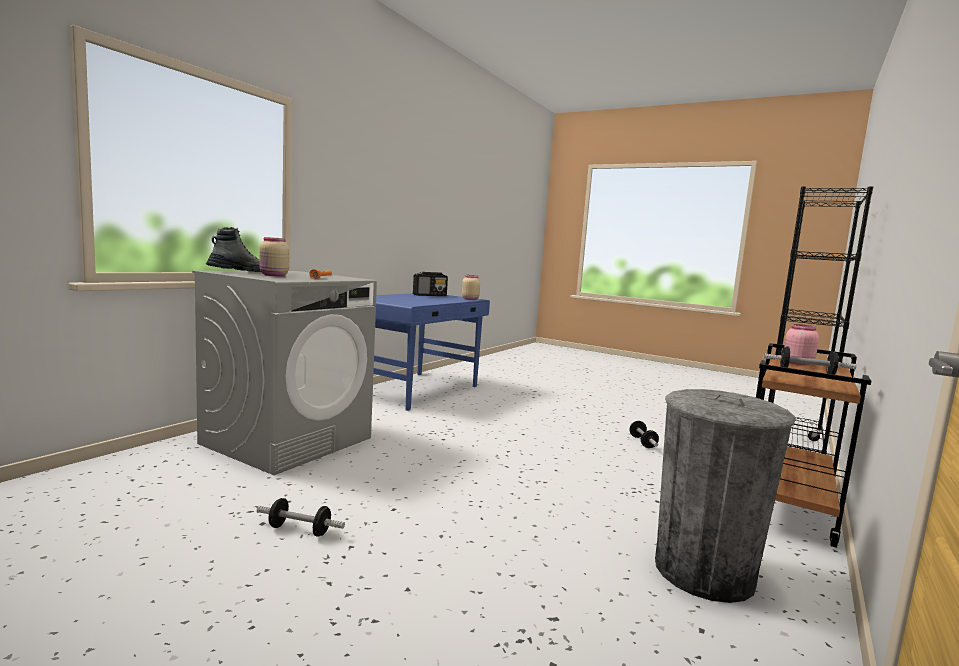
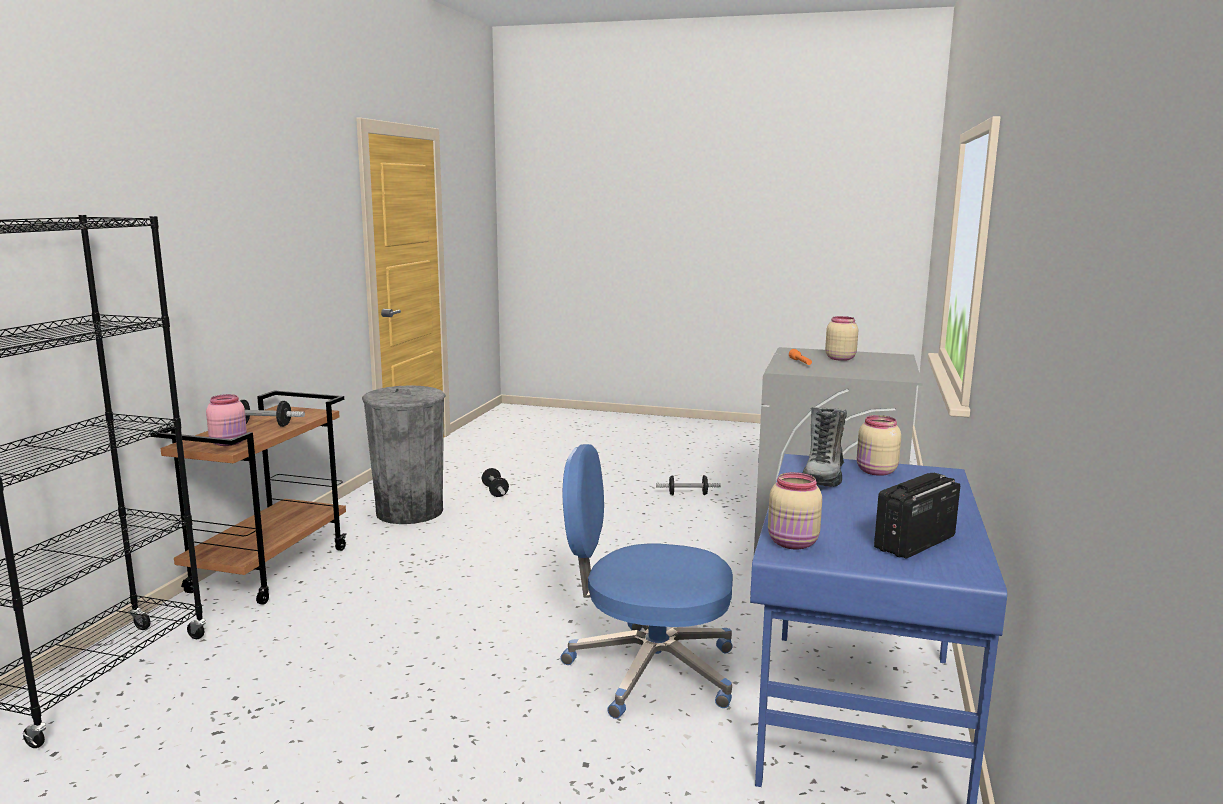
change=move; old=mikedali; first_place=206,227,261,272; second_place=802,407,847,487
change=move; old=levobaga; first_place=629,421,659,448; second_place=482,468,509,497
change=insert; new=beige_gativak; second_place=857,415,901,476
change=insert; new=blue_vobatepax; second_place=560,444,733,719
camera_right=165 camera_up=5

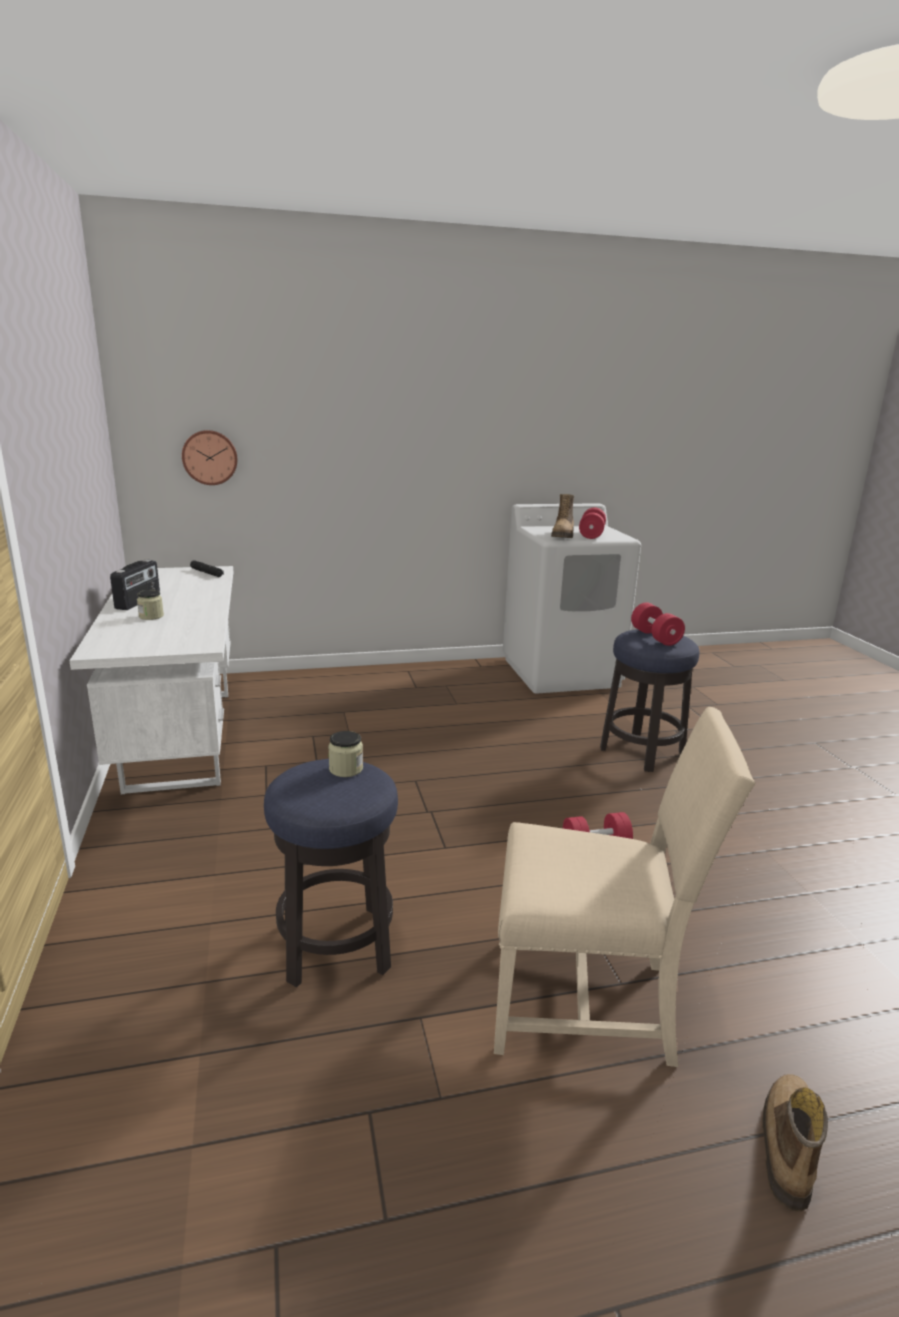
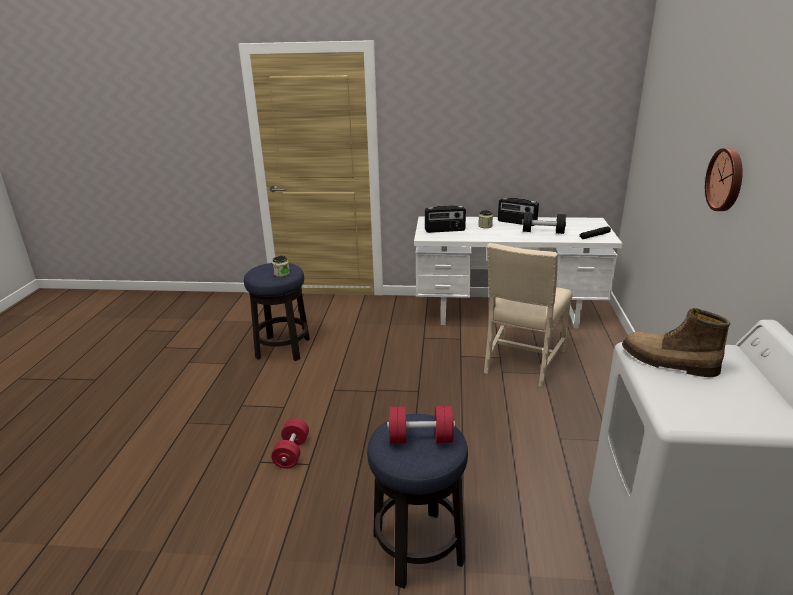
change=move; old=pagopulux; first_place=182,430,237,485; second_place=705,148,743,211
change=delete; old=red_levobaga; first_place=579,507,606,539
change=move; old=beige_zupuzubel; first_place=494,707,755,1067; second_place=484,243,572,387
change=delete; old=mikedali; first_place=762,1074,828,1212
change=insert; new=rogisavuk; second_place=425,205,466,233
change=insert; new=black_levobaga; second_place=522,212,566,234
camera_right=110 camera_up=5

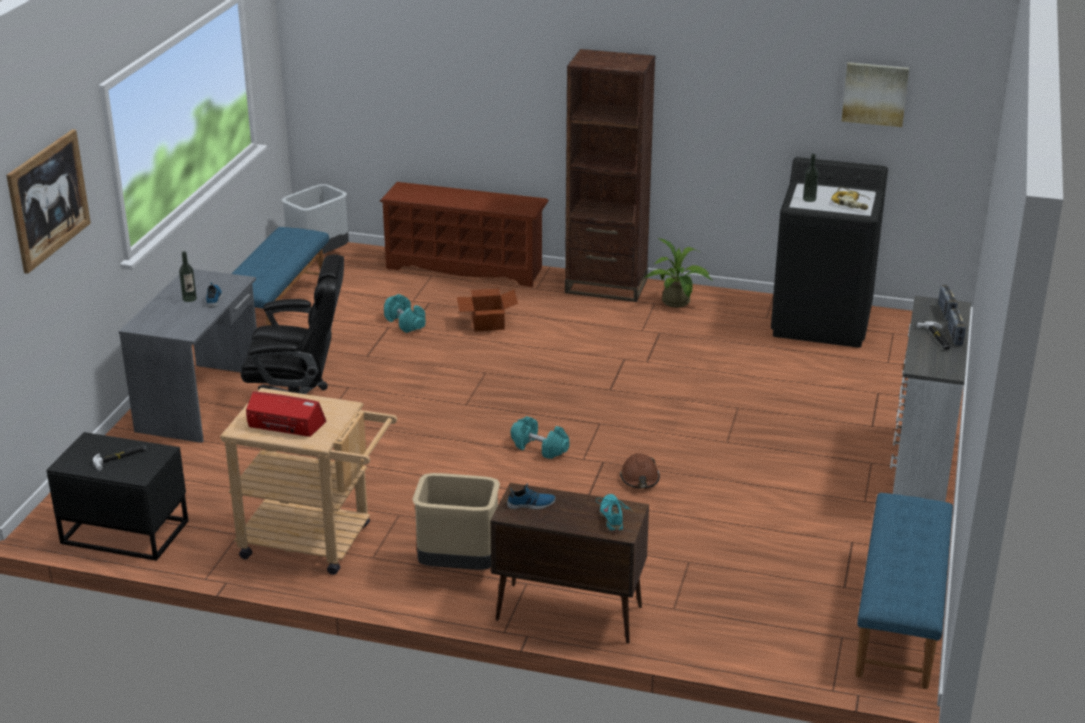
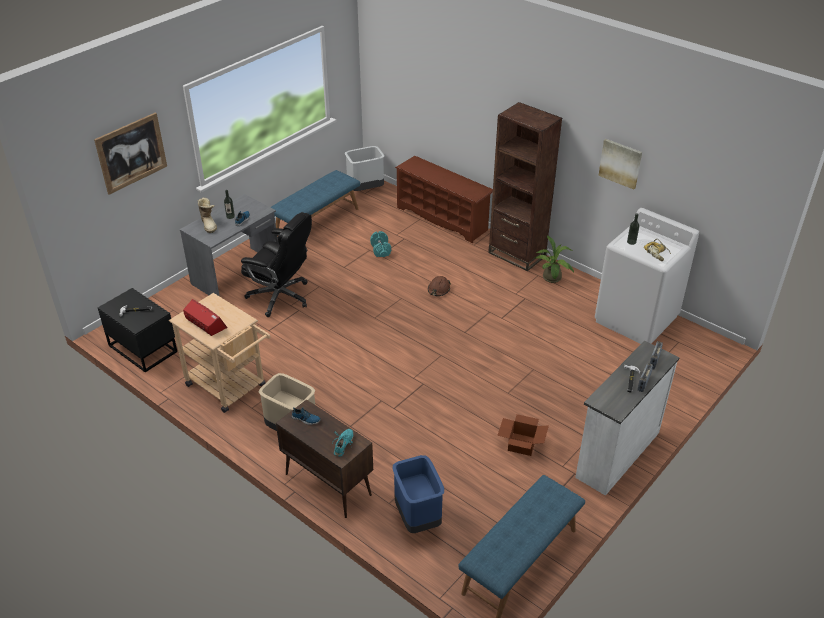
change=move; old=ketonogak; first_place=842,62,909,127; second_place=598,139,642,190
change=recolor; old=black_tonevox; new=white_tonevox; first_place=771,157,888,348; second_place=595,208,699,344
change=move; old=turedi; first_place=457,289,518,332; second_place=498,414,549,456
change=delete; old=turquoise_levobaga; first_place=511,416,570,459
change=move; old=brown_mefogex; first_place=620,453,660,488; second_place=428,276,451,296
change=insert; new=mikedali; second_place=198,198,217,233
change=insert; new=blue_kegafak; second_place=392,455,444,533
camera_right=25 camera_up=10

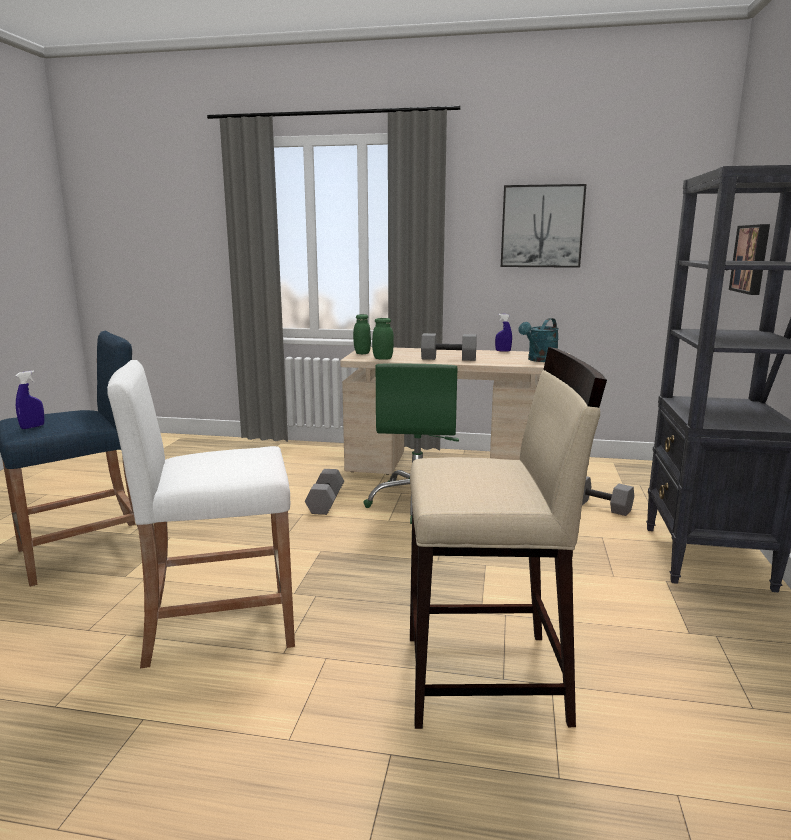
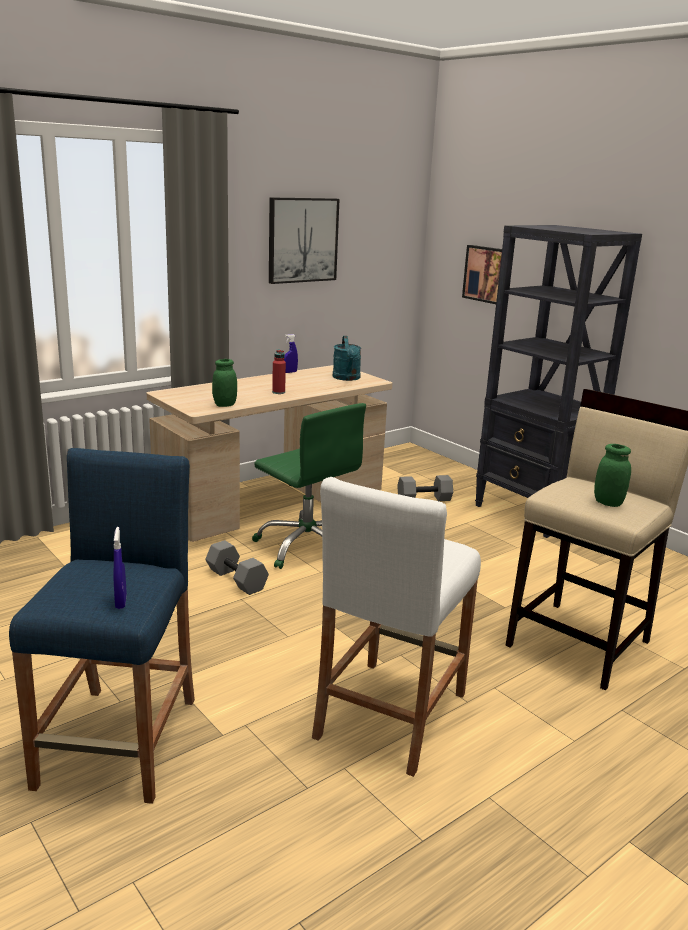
change=move; old=green_gativak; first_place=353,314,371,354; second_place=594,444,631,507
change=replace; old=grey_levobaga; new=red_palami; first_place=421,333,477,361; second_place=272,350,286,394
camera_right=-50 camera_up=5

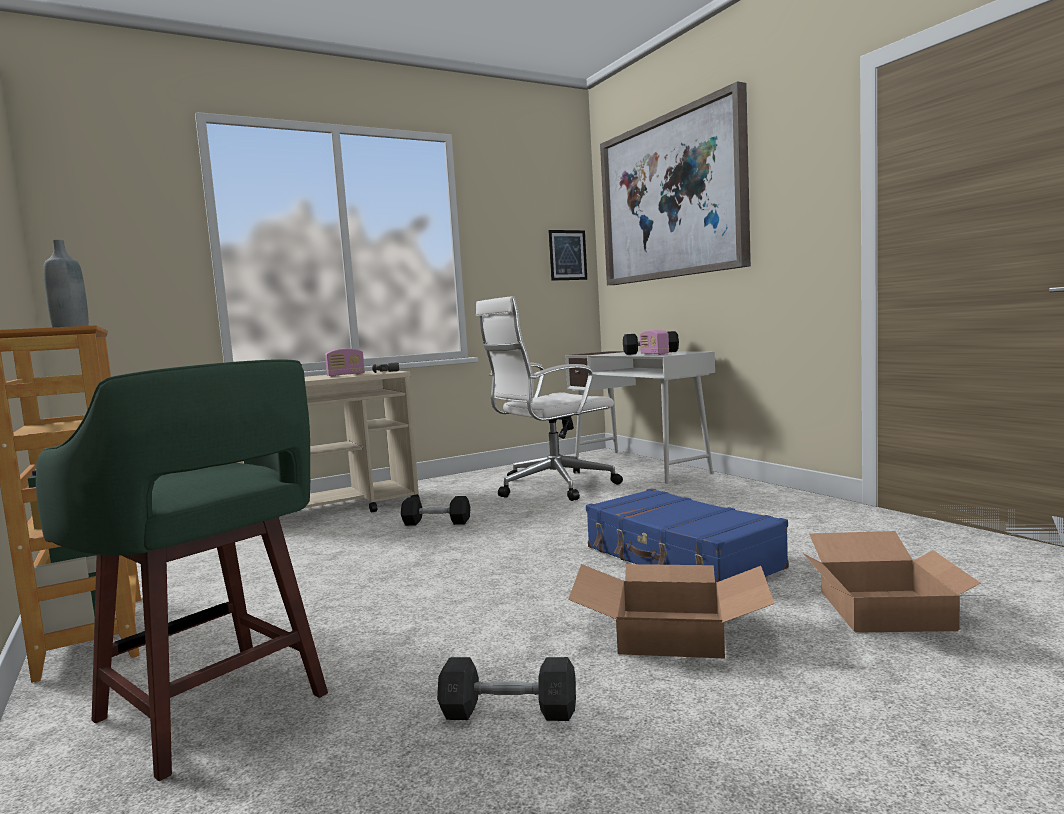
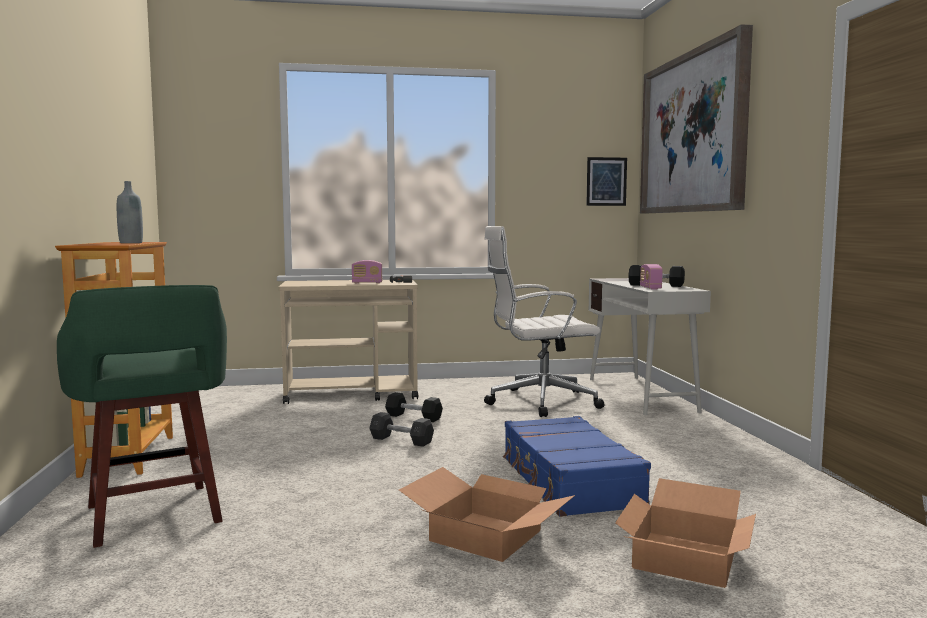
change=move; old=grey_levobaga; first_place=437,657,576,721; second_place=369,412,434,447
camera_right=20 camera_up=0

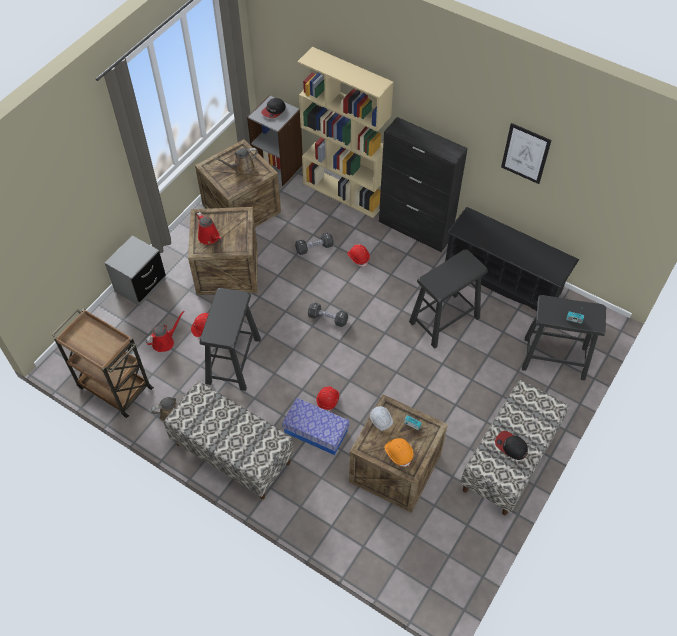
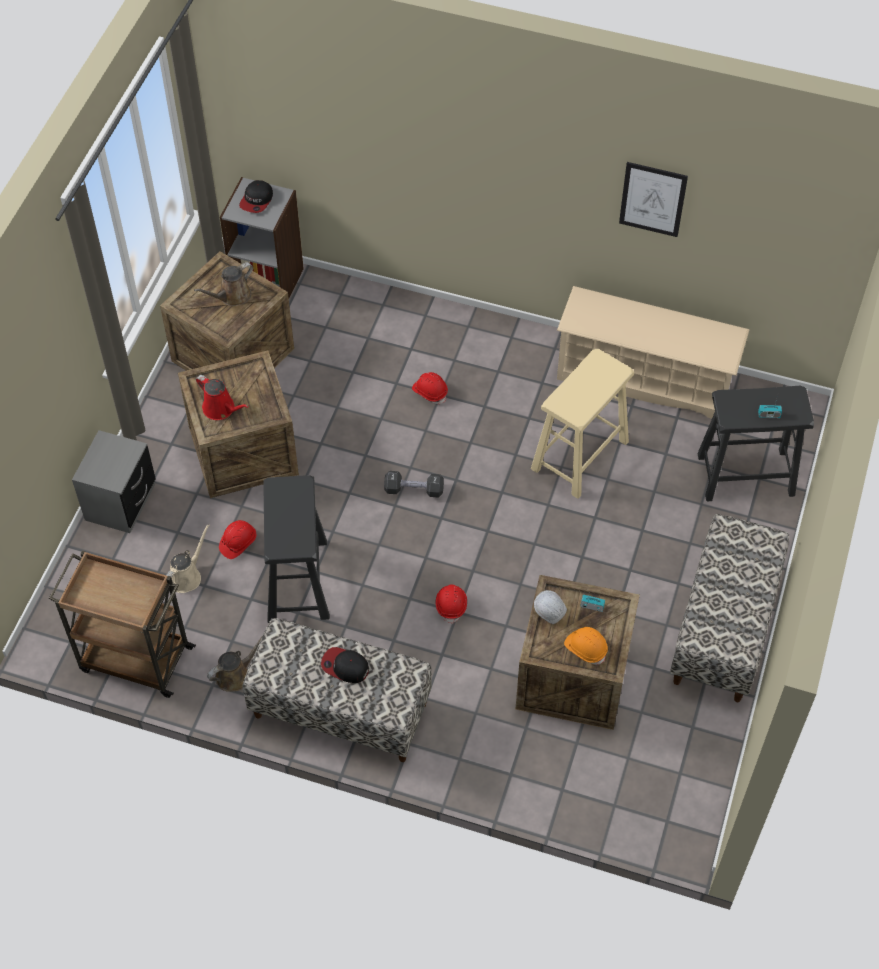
change=delete; old=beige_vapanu; first_place=297,47,394,218
change=delete; old=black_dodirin; first_place=379,117,468,252
change=recolor; old=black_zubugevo; new=beige_zubugevo; first_place=445,206,579,311; second_place=557,286,749,419
change=delete; old=black_levobaga; first_place=295,233,333,255
change=recolor; old=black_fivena; new=beige_fivena; first_place=409,250,488,349; second_place=531,349,634,499
change=recolor; old=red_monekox; new=beige_monekox; first_place=146,311,185,352; second_place=166,524,209,593
change=delete; old=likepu; first_place=282,398,349,455
change=move; old=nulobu; first_place=495,431,528,460; second_place=321,647,369,683
camera_right=-15 camera_up=0

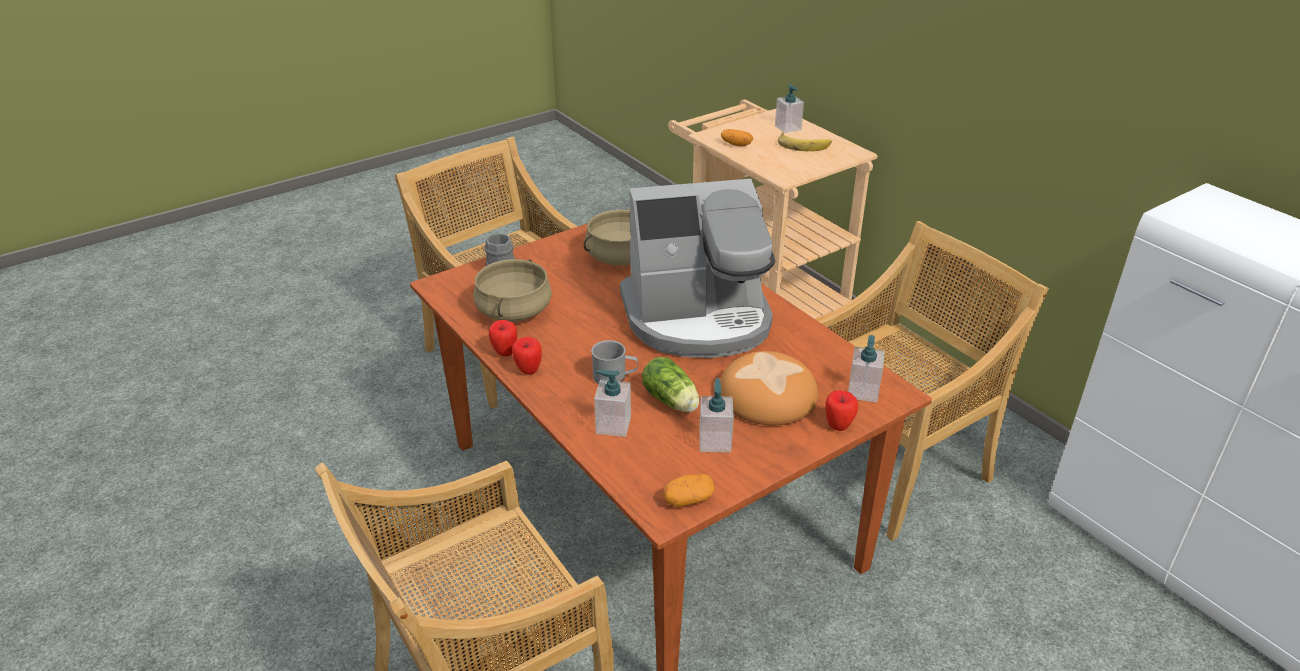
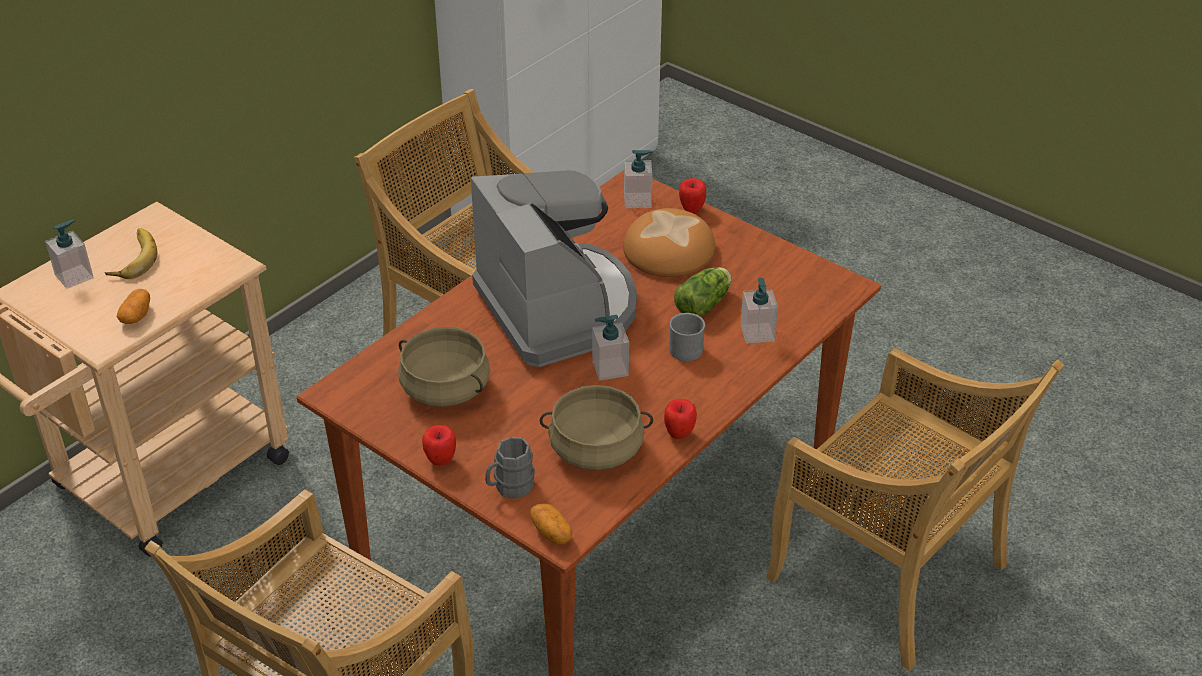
change=move; old=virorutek; first_place=512,337,542,375; second_place=422,425,456,465
change=move; old=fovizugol; first_place=699,378,734,453; second_place=592,315,629,381
change=move; old=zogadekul; first_place=663,474,715,507; second_place=530,503,572,545
camera_right=-105 camera_up=5

